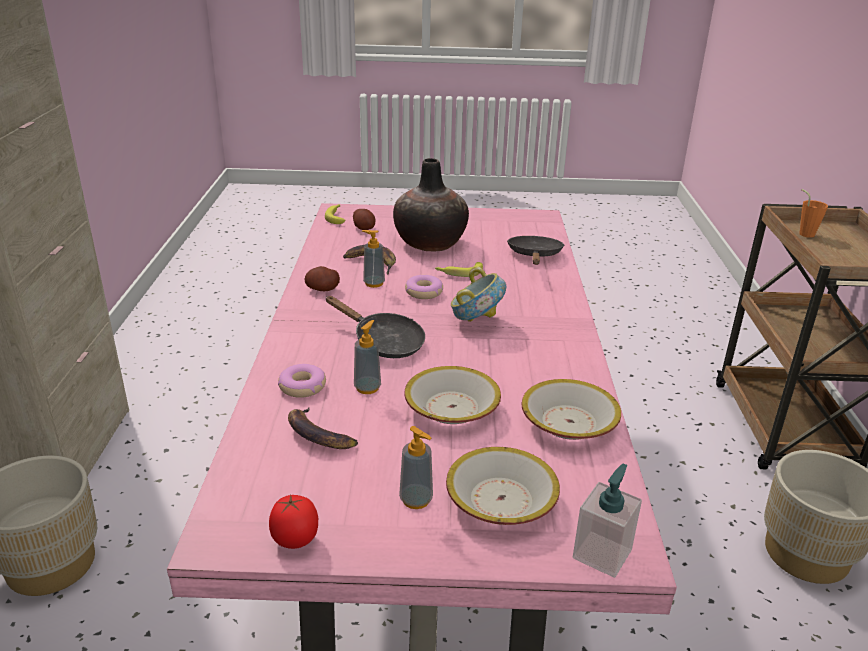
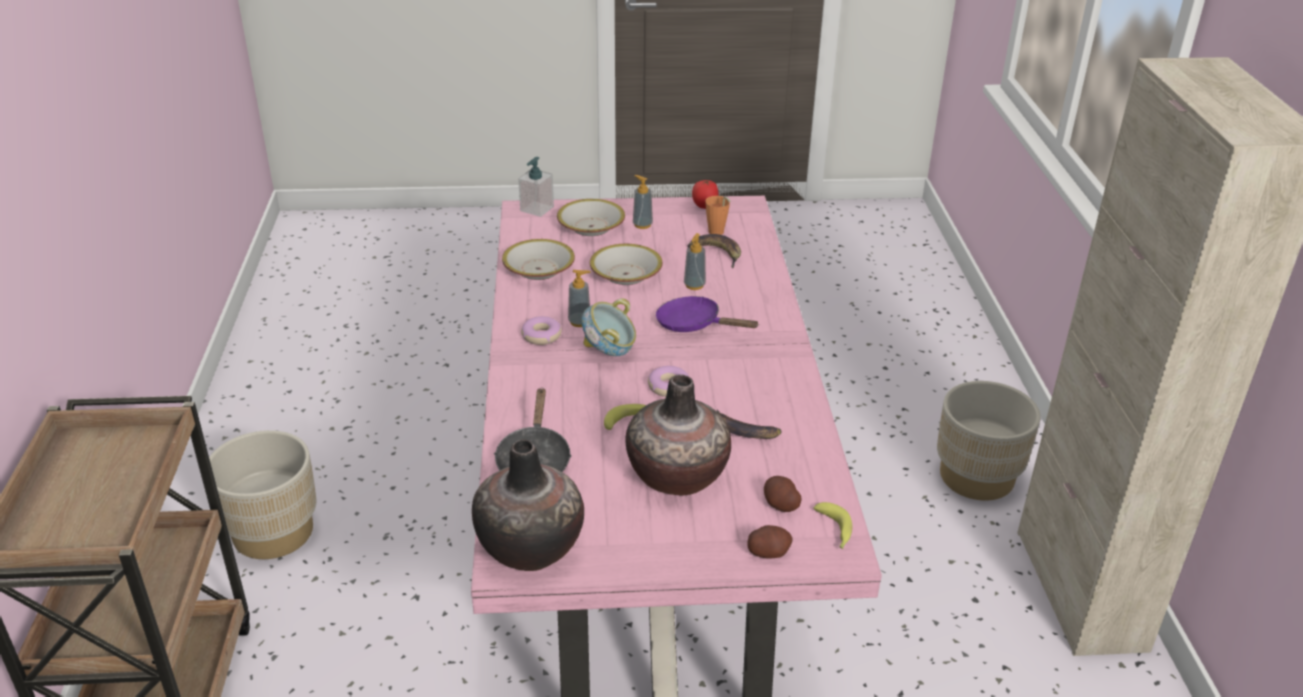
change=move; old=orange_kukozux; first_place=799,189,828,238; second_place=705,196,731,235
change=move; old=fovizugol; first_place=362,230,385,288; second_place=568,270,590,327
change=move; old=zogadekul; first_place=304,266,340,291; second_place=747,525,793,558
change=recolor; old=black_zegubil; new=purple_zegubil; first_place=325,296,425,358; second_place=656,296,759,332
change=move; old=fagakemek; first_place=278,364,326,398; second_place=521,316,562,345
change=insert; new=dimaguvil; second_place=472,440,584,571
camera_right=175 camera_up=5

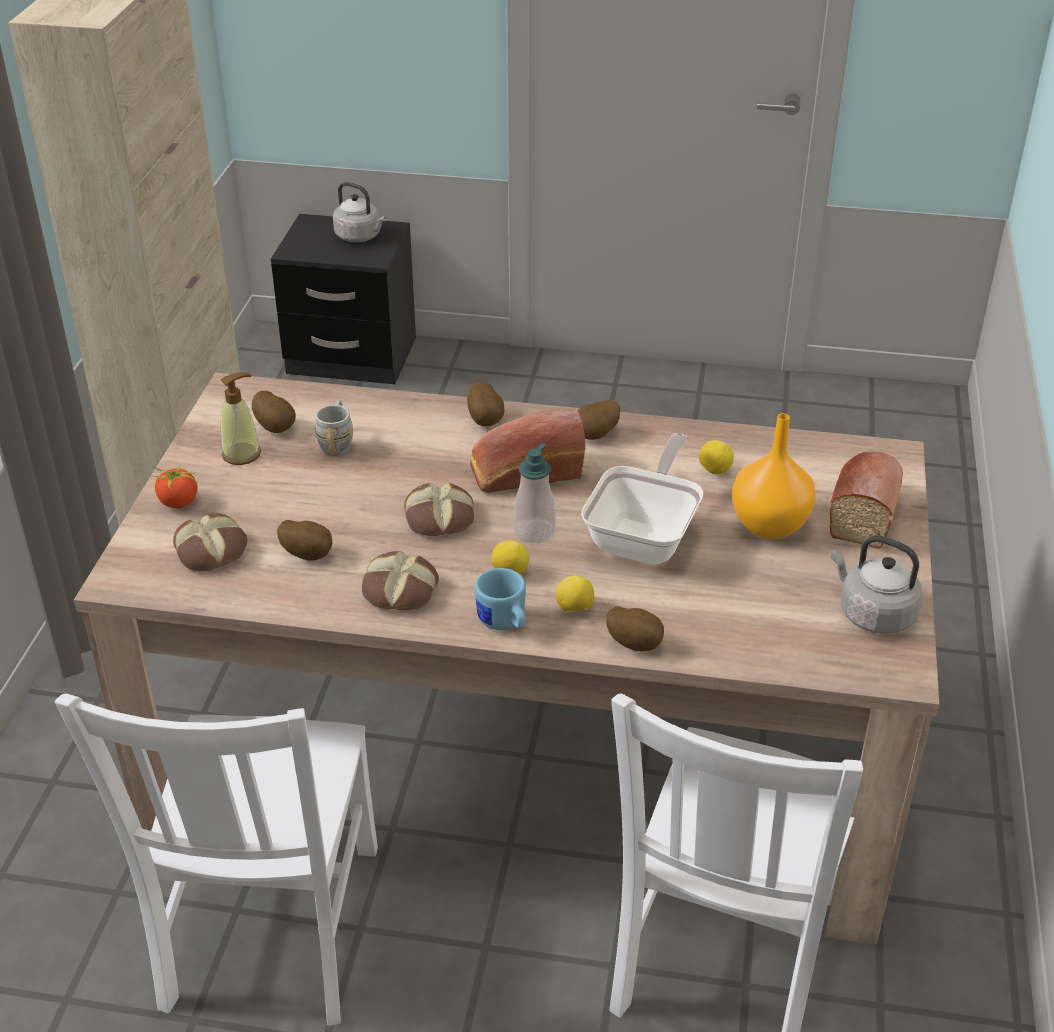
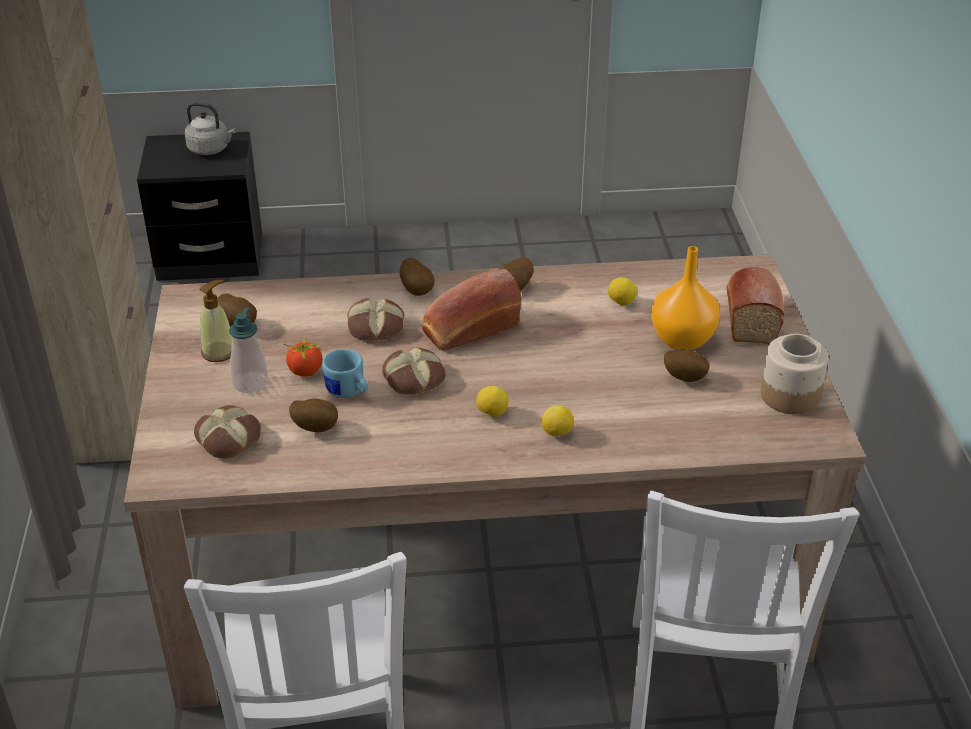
change=delete; old=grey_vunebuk; first_place=315,400,353,456
change=delete; old=zegubil; first_place=581,433,704,565
change=move; old=fovizugol; first_place=514,443,556,543; second_place=229,307,268,393
change=move; old=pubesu; first_place=151,465,197,508; second_place=283,338,323,376
change=replace; old=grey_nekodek; new=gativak; first_place=831,535,922,634; second_place=761,334,828,414
change=move; old=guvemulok; first_place=362,551,439,610; second_place=348,298,404,341
change=move; old=blue_vunebuk; first_place=475,568,526,630; second_place=322,349,368,398
change=move; old=zogadekul; first_place=606,606,664,652; second_place=664,349,710,382
camera_right=-15 camera_up=0

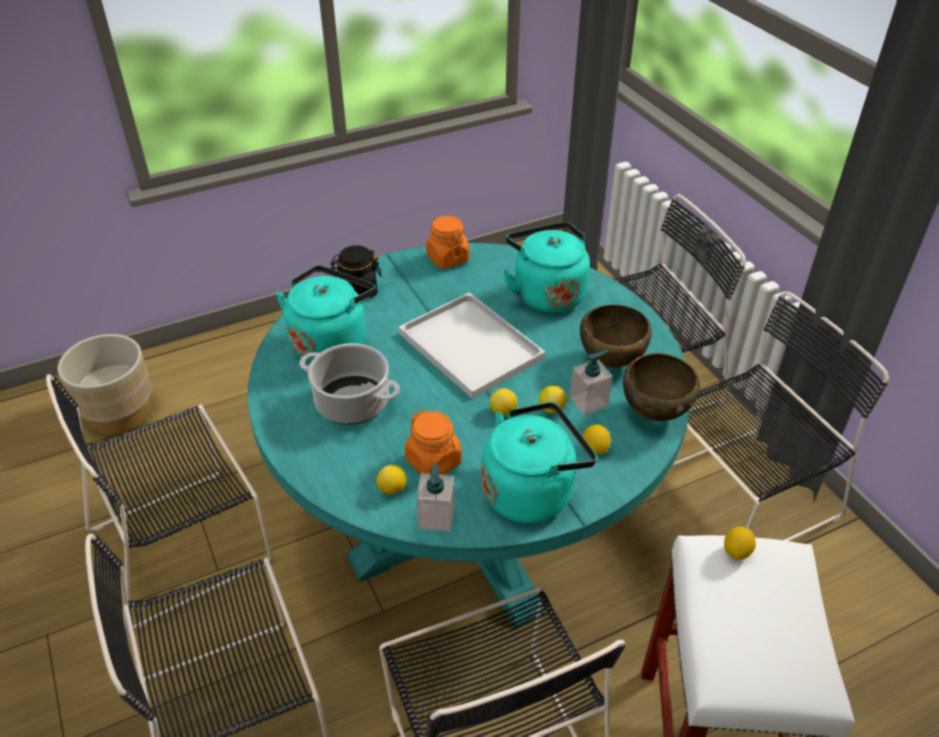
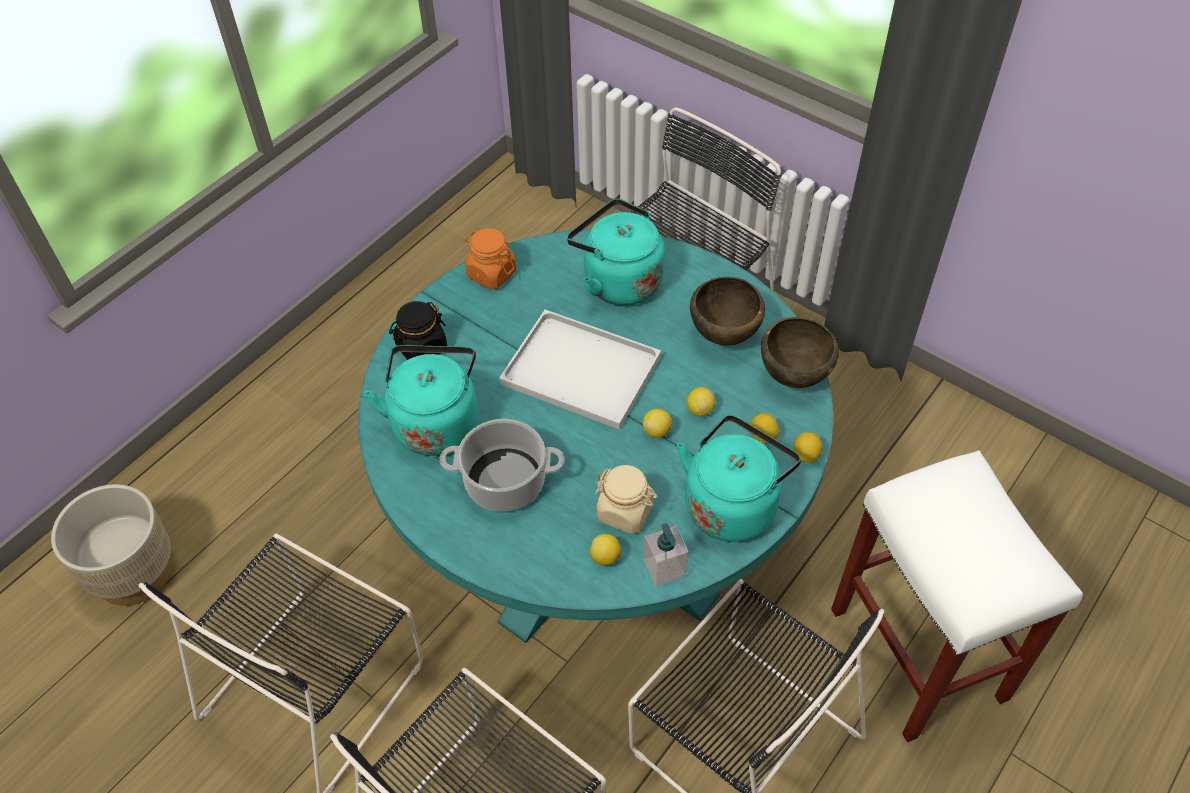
change=delete; old=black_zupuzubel; first_place=672,292,889,541
change=delete; old=fovizugol; first_place=569,350,613,416
change=recolor; old=orange_gativak; new=beige_gativak; first_place=405,410,462,474; second_place=595,465,658,534
change=move; old=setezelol; first_place=724,526,756,560; second_place=794,432,823,463
camera_right=-25 camera_up=10

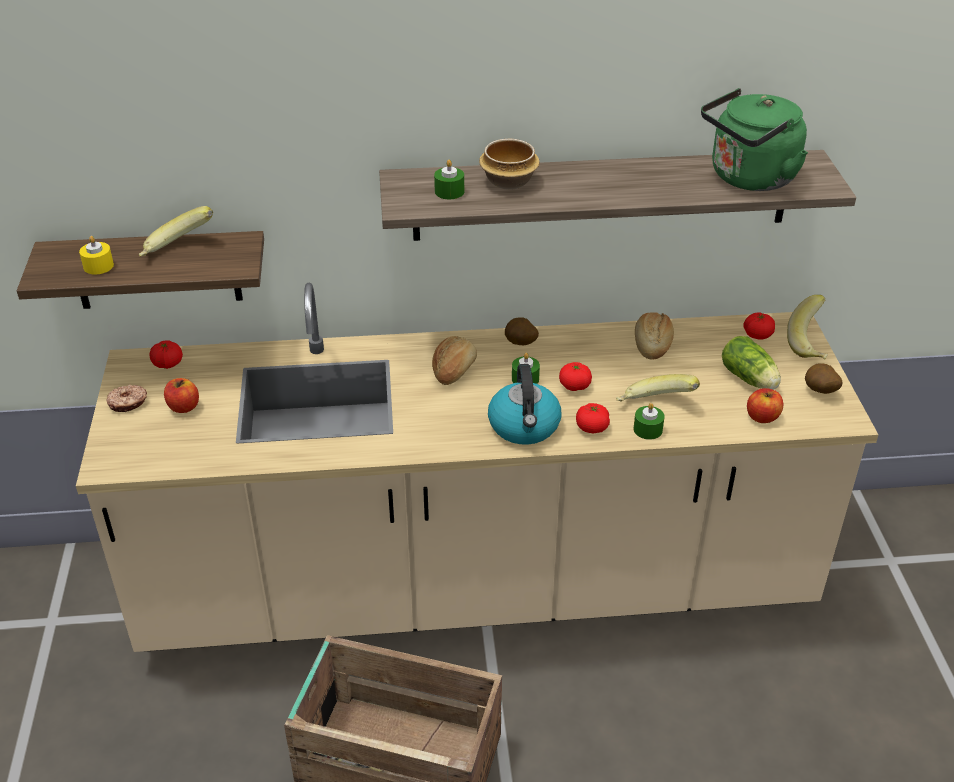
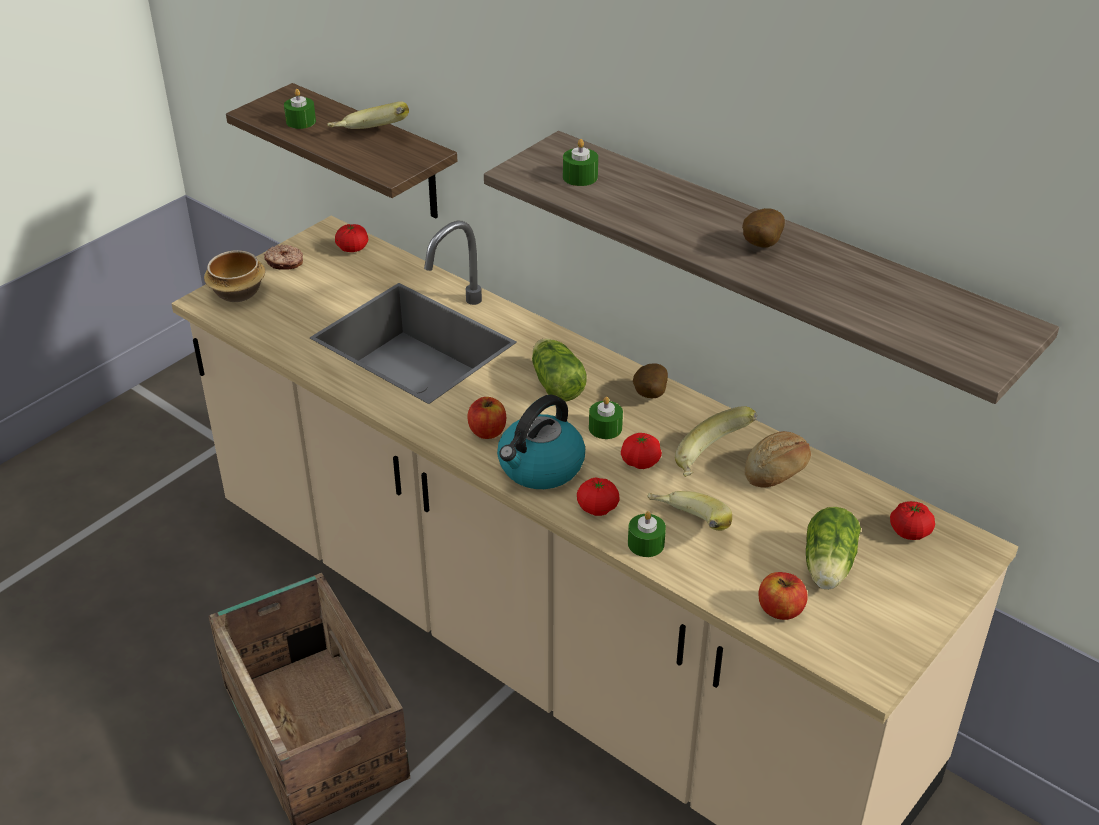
change=delete; old=green_nekodek; first_place=701,88,808,191
change=move; old=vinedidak; first_place=479,139,540,190; second_place=204,250,265,302
change=recolor; old=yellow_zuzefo; new=green_zuzefo; first_place=79,236,114,274; second_place=284,89,316,129
change=move; old=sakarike; first_place=787,295,828,359; second_place=675,406,757,477
change=replace; old=guvemulok; new=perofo; first_place=432,336,477,385; second_place=532,338,587,402
change=move; old=zogadekul; first_place=805,363,843,394; second_place=742,208,785,248
change=move; old=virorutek; first_place=164,378,199,413; second_place=468,397,506,439
camera_right=45 camera_up=0

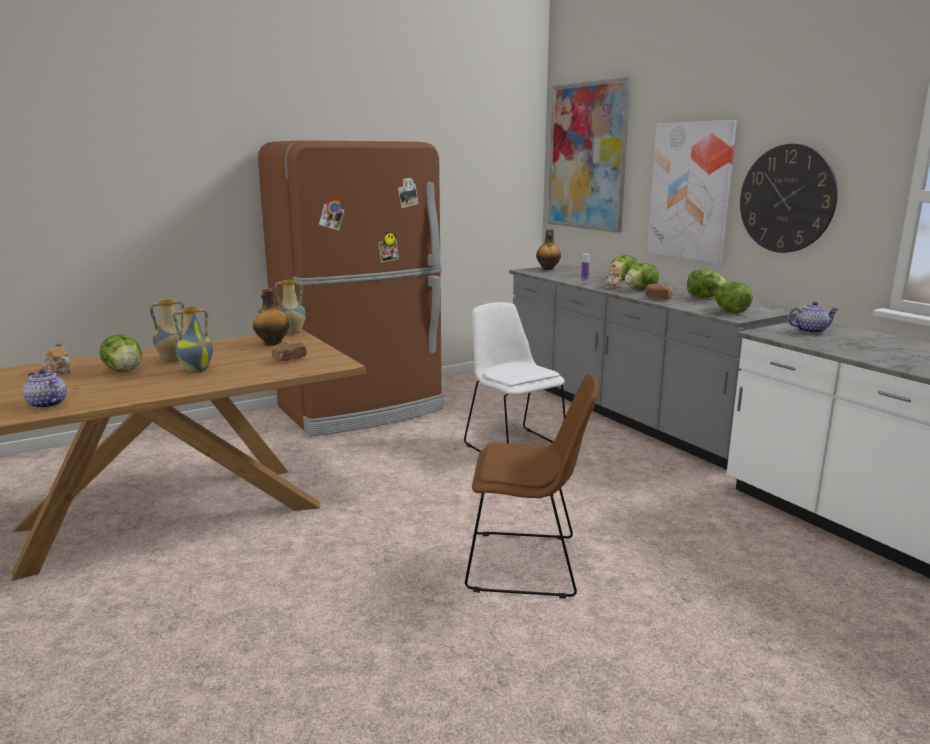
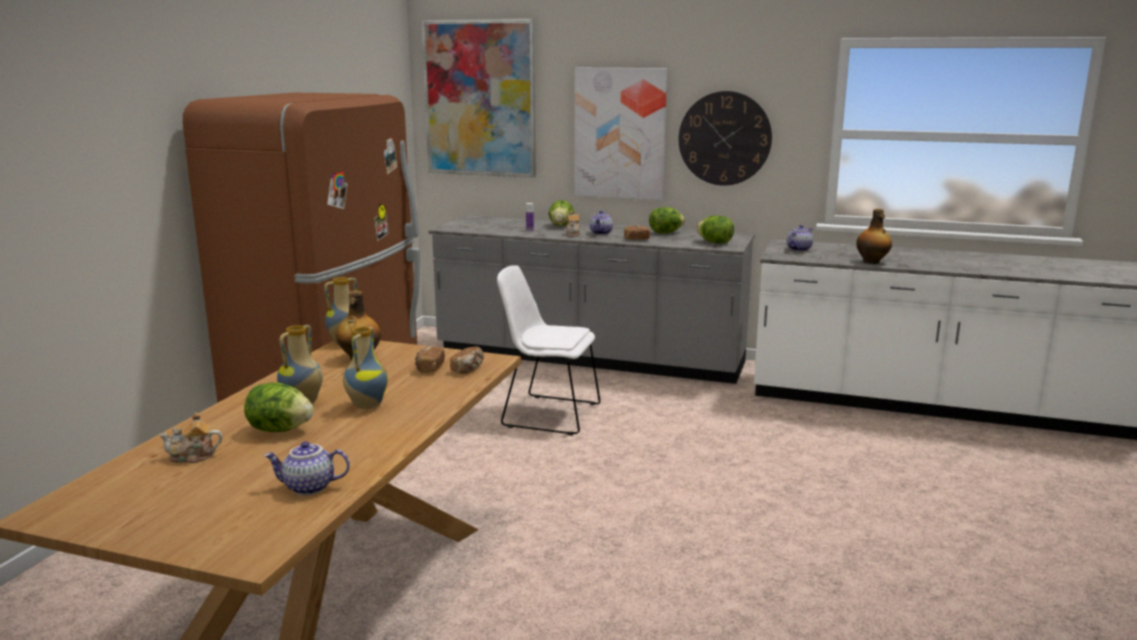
change=move; old=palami; first_place=536,229,561,270; second_place=856,209,892,264
change=replace; old=perofo; new=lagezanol; first_place=625,263,659,290; second_place=590,210,613,235
change=delete; old=brown_zupuzubel; first_place=465,374,599,599
change=insert; new=guvemulok; second_place=450,347,484,374
camera_right=-40 camera_up=0

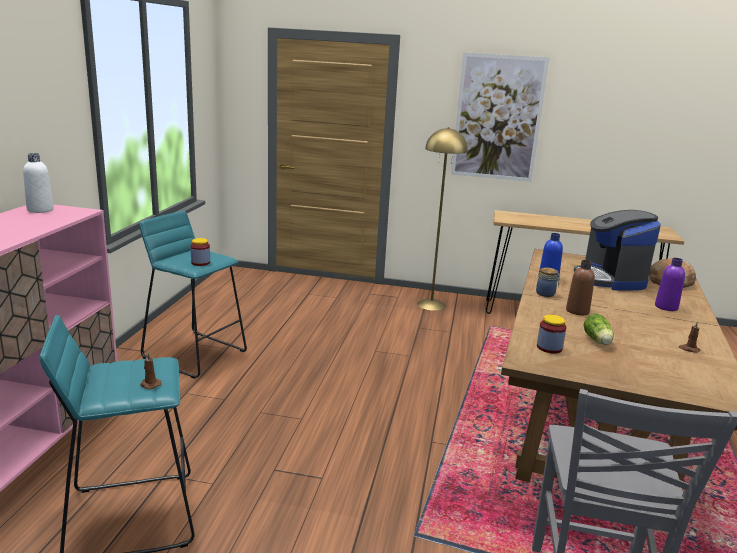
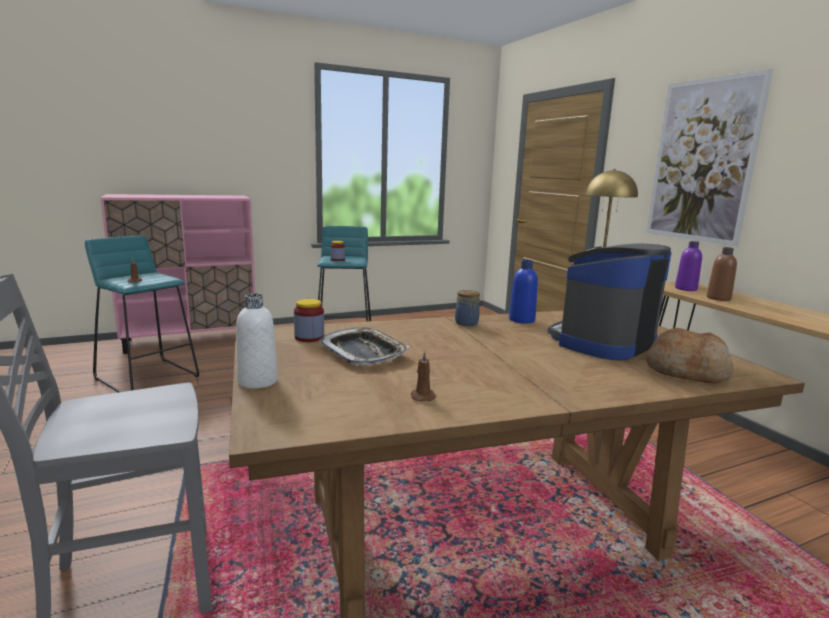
change=move; old=white_palami; first_place=23,153,54,213; second_place=236,293,278,389
change=move; old=purple_palami; first_place=655,258,685,311; second_place=675,241,702,291
change=move; old=brown_palami; first_place=566,260,595,315; second_place=706,247,737,301
change=replace; old=perofo; new=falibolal; first_place=583,314,613,345; second_place=319,327,410,366
camera_right=55 camera_up=-5

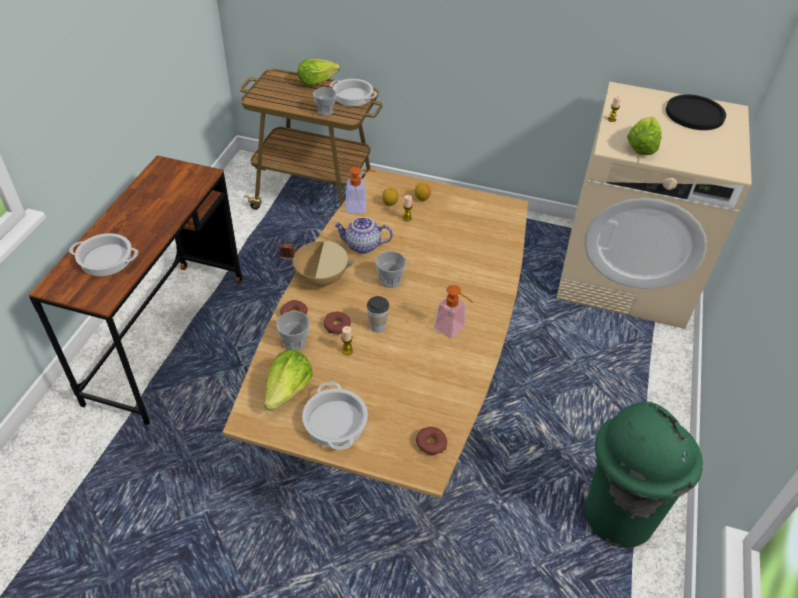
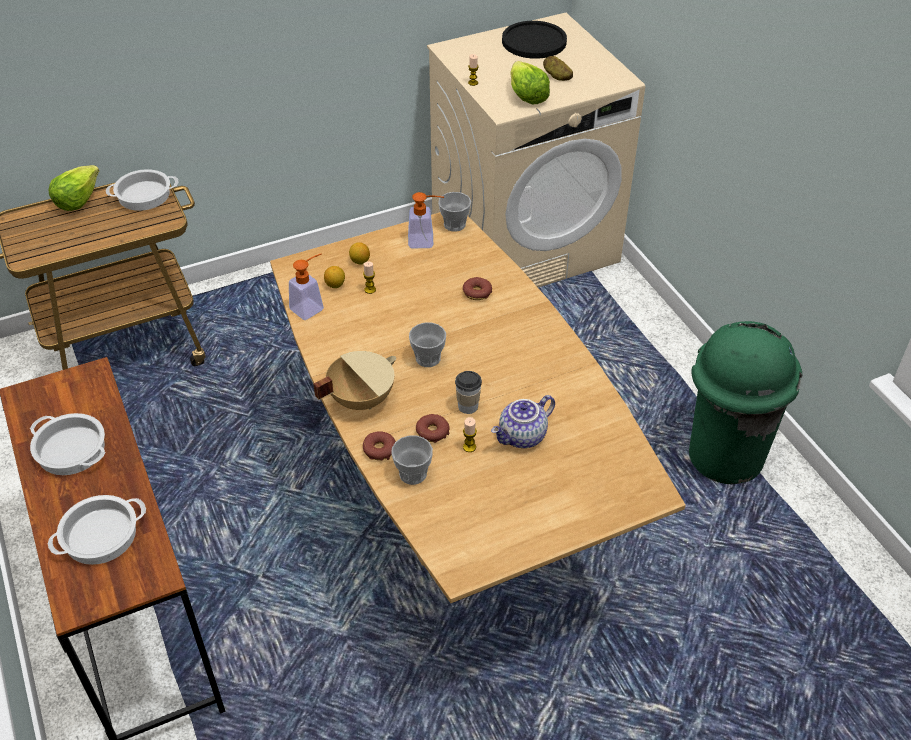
change=move; old=kukozux; first_place=313,87,336,116; second_place=438,192,471,232
change=move; old=lagezanol; first_place=333,217,393,254; second_place=491,395,555,448
change=move; old=fovizugol; first_place=434,285,473,338; second_place=408,192,444,248
change=delete; old=perofo; first_place=264,350,313,411
change=move; old=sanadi; first_place=302,381,368,450; second_place=30,413,105,475
change=move; old=fagakemek; first_place=416,427,447,456; second_place=463,277,492,300
change=insert; new=zogadekul; second_place=543,56,573,81
camera_right=-40 camera_up=0

